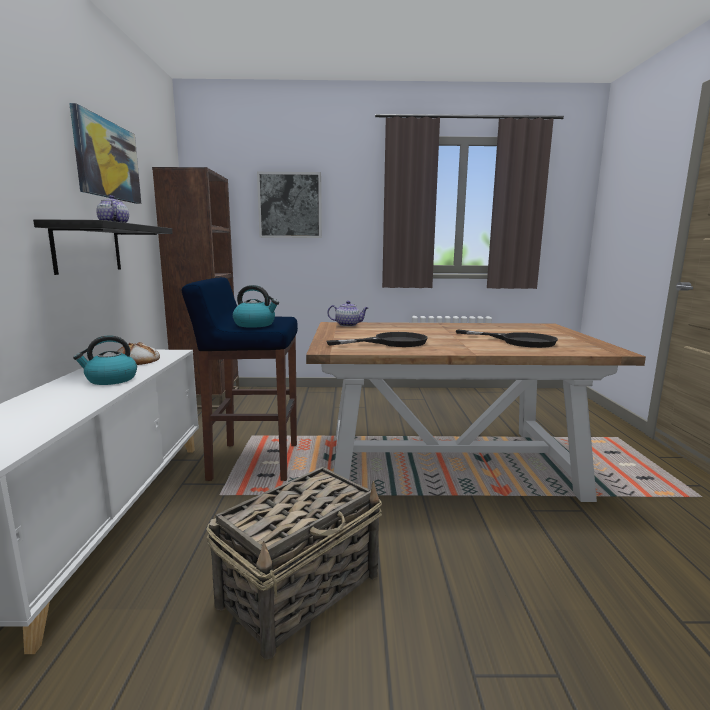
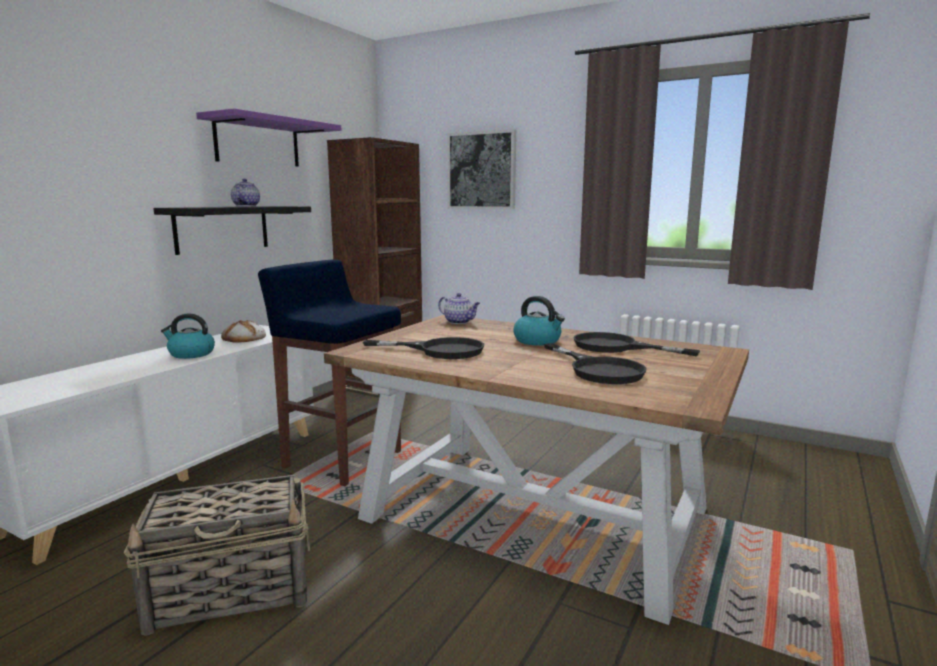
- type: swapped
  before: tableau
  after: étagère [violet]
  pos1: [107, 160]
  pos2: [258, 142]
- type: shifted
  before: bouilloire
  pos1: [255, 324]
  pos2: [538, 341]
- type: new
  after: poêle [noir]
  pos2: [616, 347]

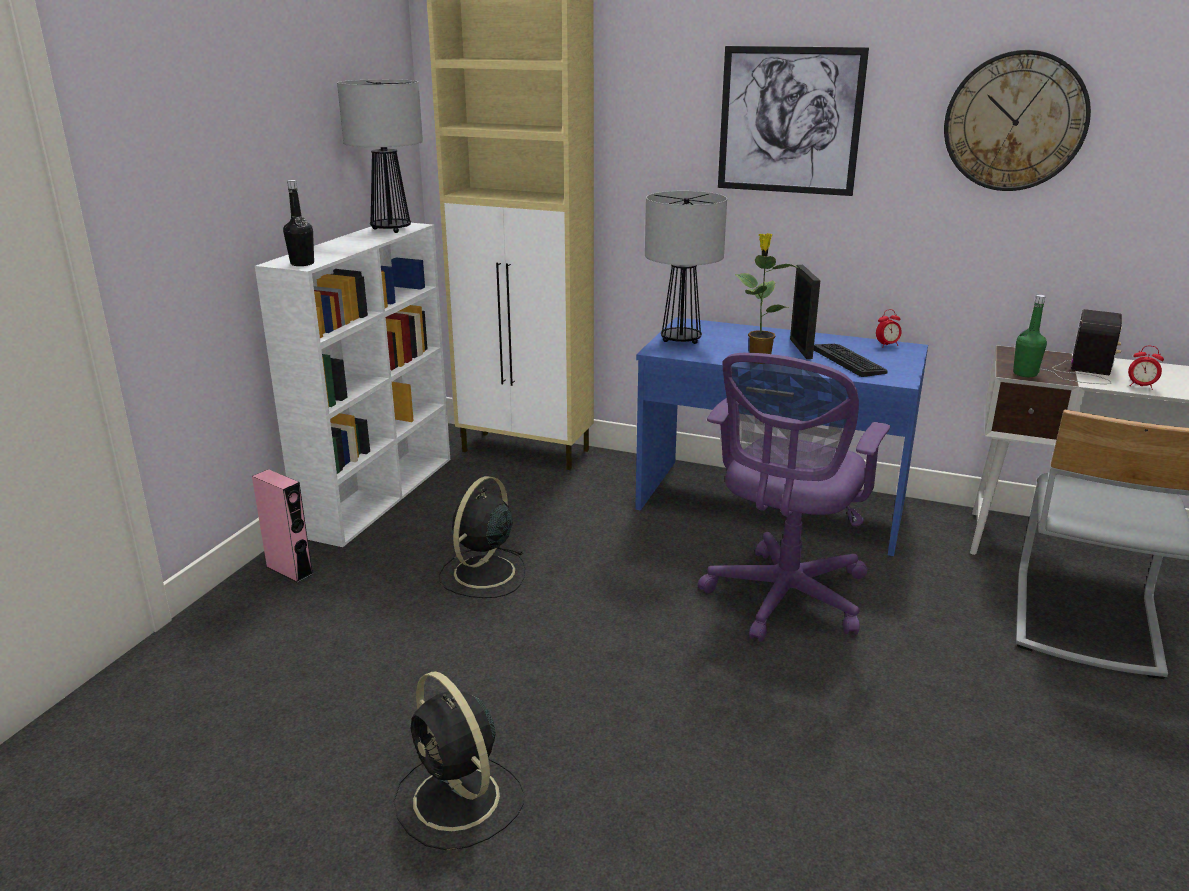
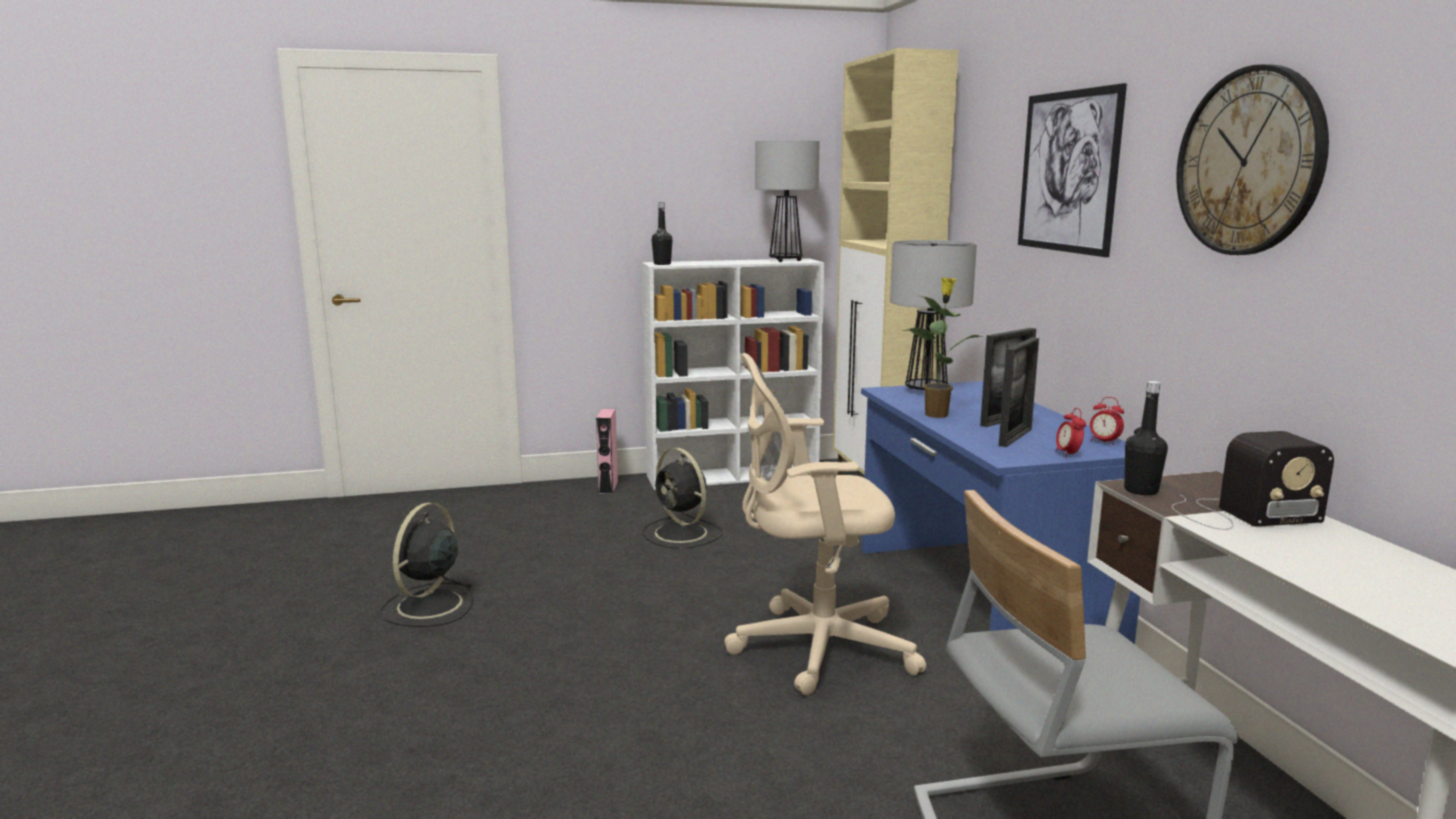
- type: repainted
  before: bouteille [vert]
  after: bouteille [noir]
  pos1: [1025, 374]
  pos2: [1141, 490]
- type: swapped
  before: clavier
  after: cadre photo
  pos1: [849, 361]
  pos2: [1015, 437]
- type: shifted
  before: réveil
  pos1: [1141, 386]
  pos2: [1068, 454]
- type: repainted
  before: chaise de bureau [violet]
  after: chaise de bureau [beige]
  pos1: [783, 600]
  pos2: [813, 648]
- type: rotated
  before: ventilateur [noir]
  pos1: [483, 573]
  pos2: [682, 534]
  turn: -120

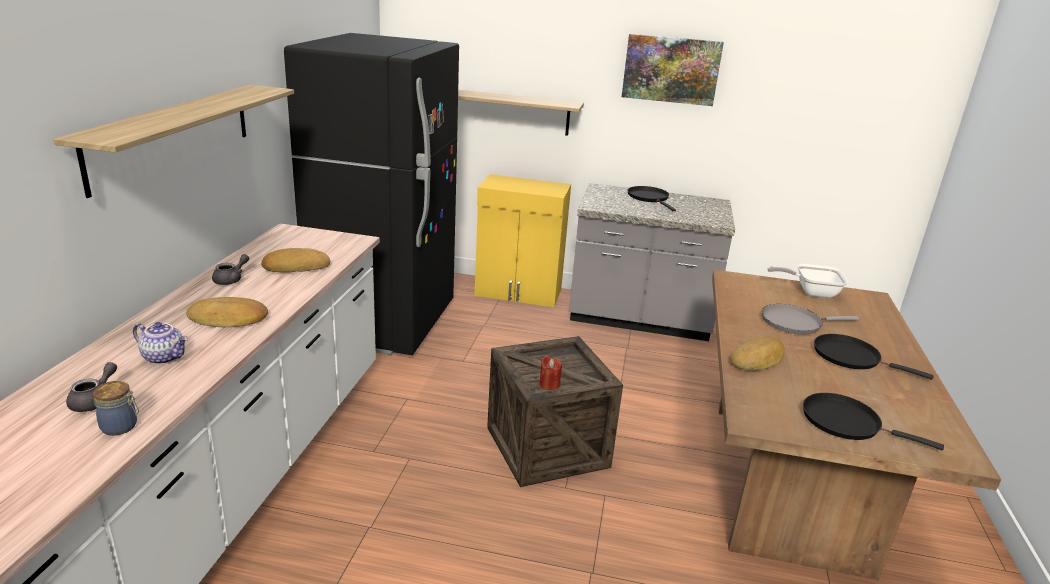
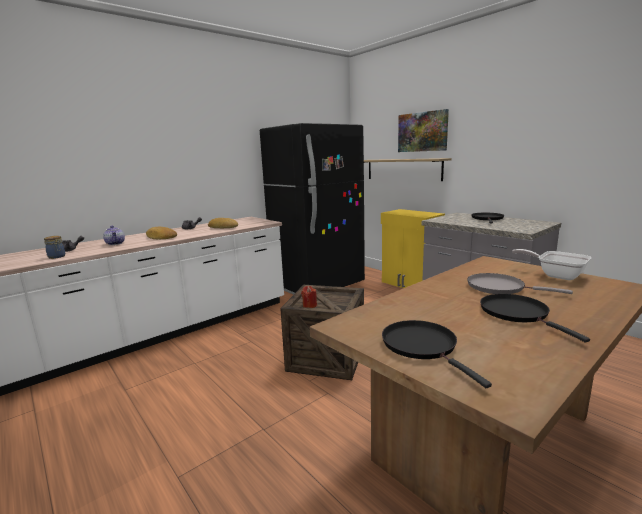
- type: shifted
  before: tableau
  pos1: [671, 69]
  pos2: [422, 132]
- type: gone
  before: étagère
  pos1: [173, 134]
- type: gone
  before: pain
  pos1: [757, 359]

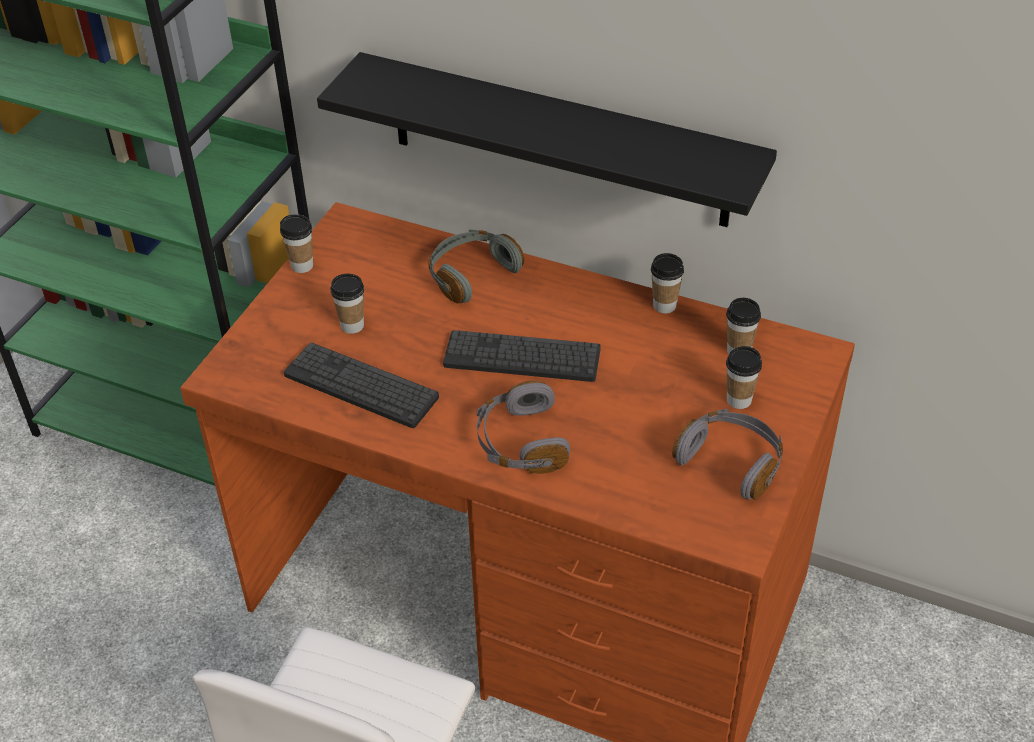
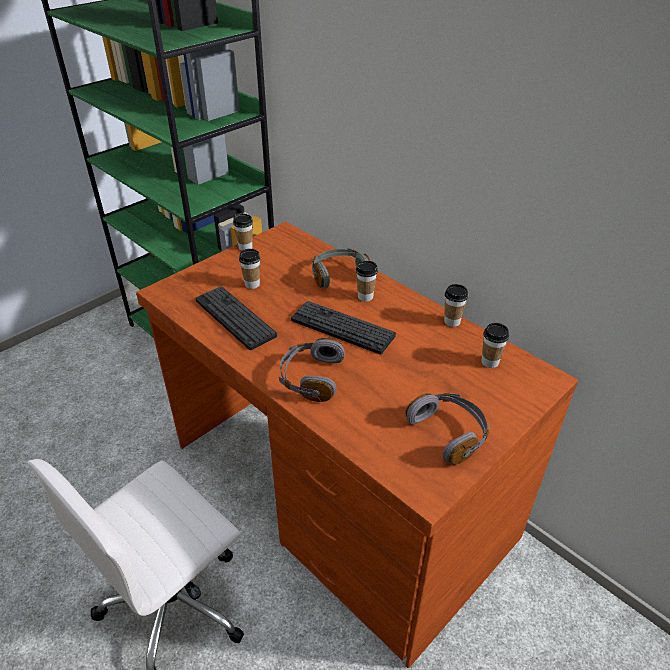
- type: gone
  before: étagère [noir]
  pos1: [558, 141]
- type: shifted
  before: tasse
  pos1: [739, 400]
  pos2: [365, 297]

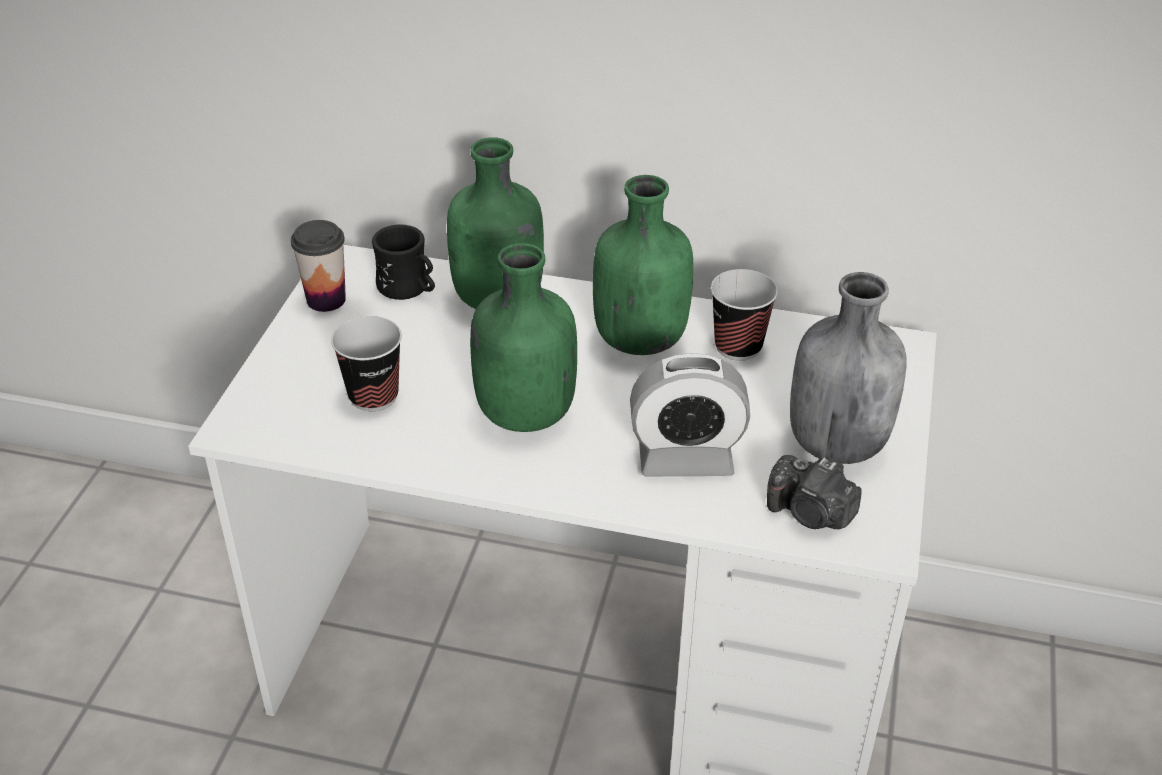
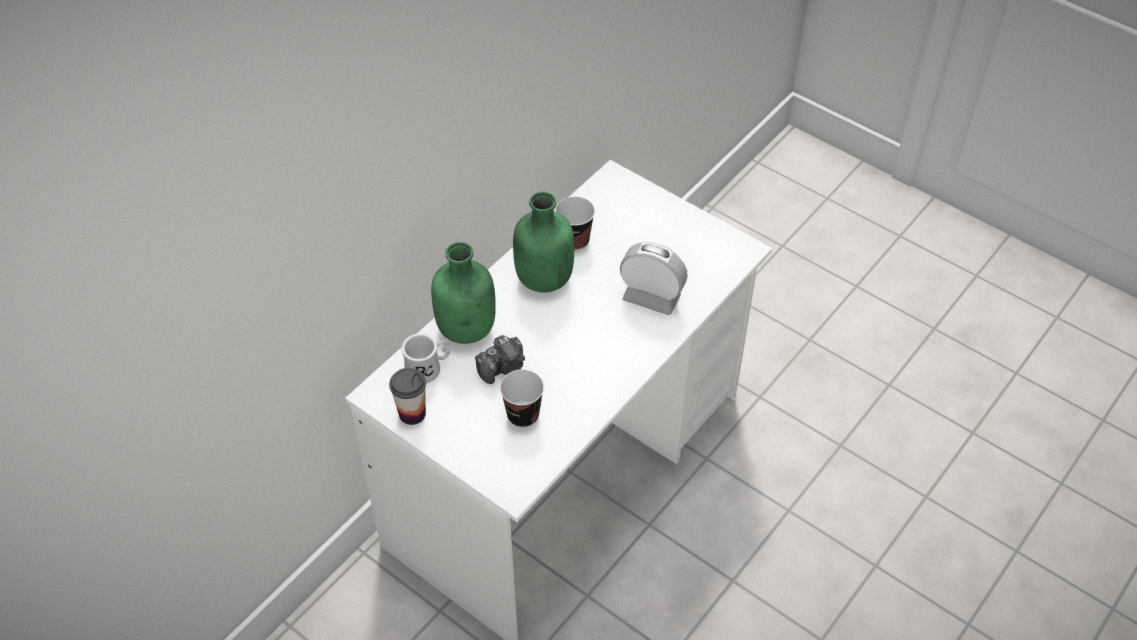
- type: repainted
  before: mug [noir]
  after: mug [blanc]
  pos1: [409, 289]
  pos2: [428, 368]
- type: gone
  before: bouteille [vert]
  pos1: [523, 414]
- type: gone
  before: bouteille [gris]
  pos1: [835, 442]
- type: rotated
  before: réveil
  pos1: [685, 459]
  pos2: [651, 298]
  turn: -90
- type: shifted
  before: appareil photo
  pos1: [810, 513]
  pos2: [503, 368]

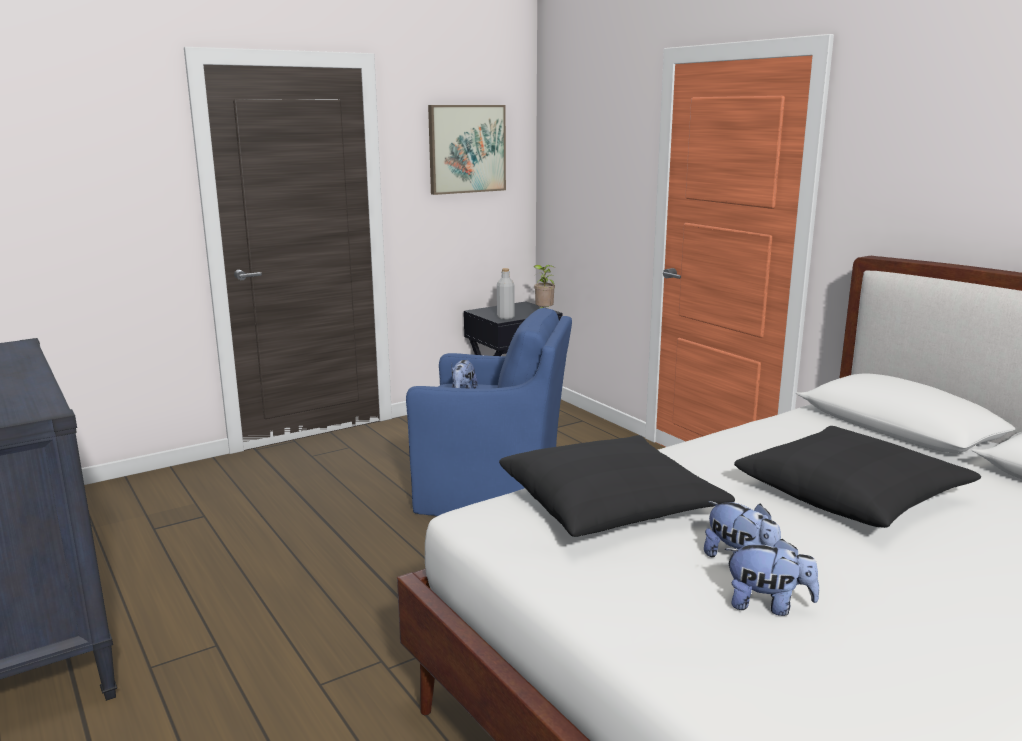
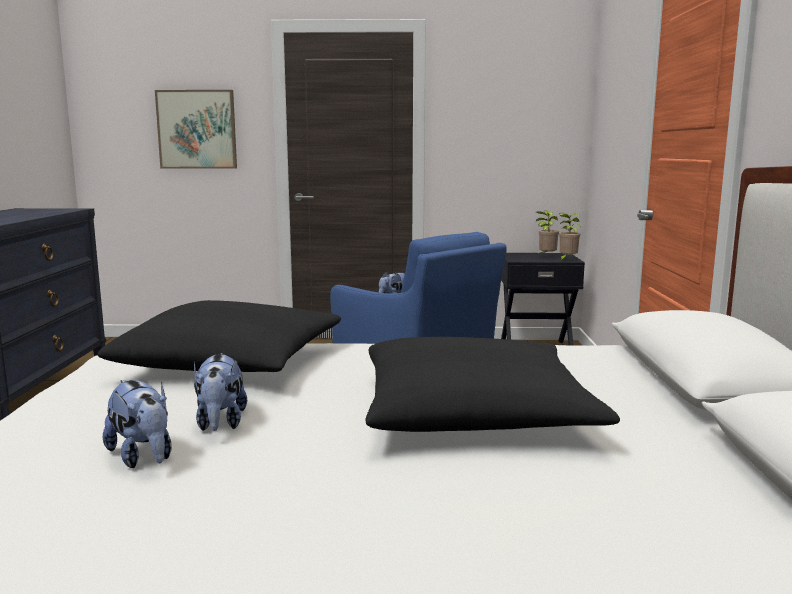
- type: shifted
  before: tableau
  pos1: [466, 149]
  pos2: [197, 129]
- type: gone
  before: bouteille [gris]
  pos1: [505, 317]
- type: new
  after: plante en pot
  pos2: [546, 257]

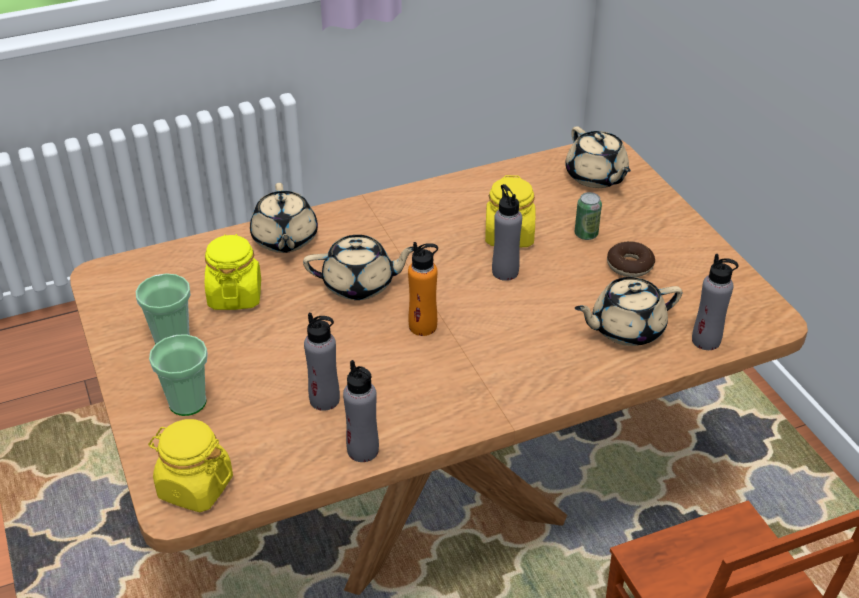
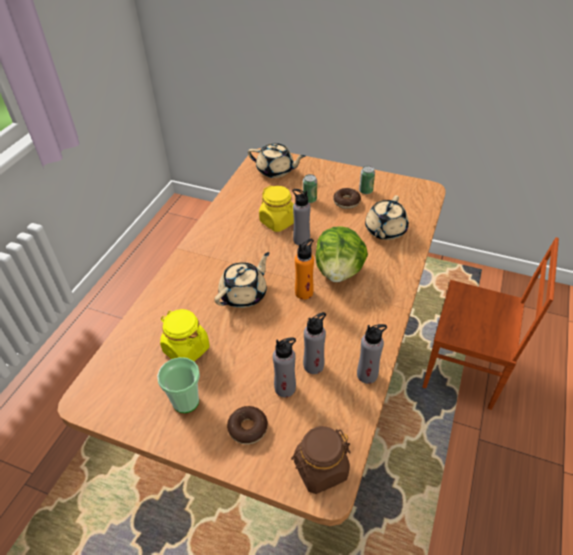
- type: gone
  before: théière [beige]
  pos1: [284, 240]
- type: shifted
  before: bouteille [gris]
  pos1: [706, 340]
  pos2: [285, 388]
- type: swapped
  before: tasse
  after: beignet
  pos1: [187, 402]
  pos2: [248, 428]
- type: repainted
  before: bocal [jaune]
  after: bocal [marron]
  pos1: [195, 487]
  pos2: [320, 469]
- type: new
  after: boîte métallique
  pos2: [365, 191]
- type: new
  after: laitue
  pos2: [339, 271]

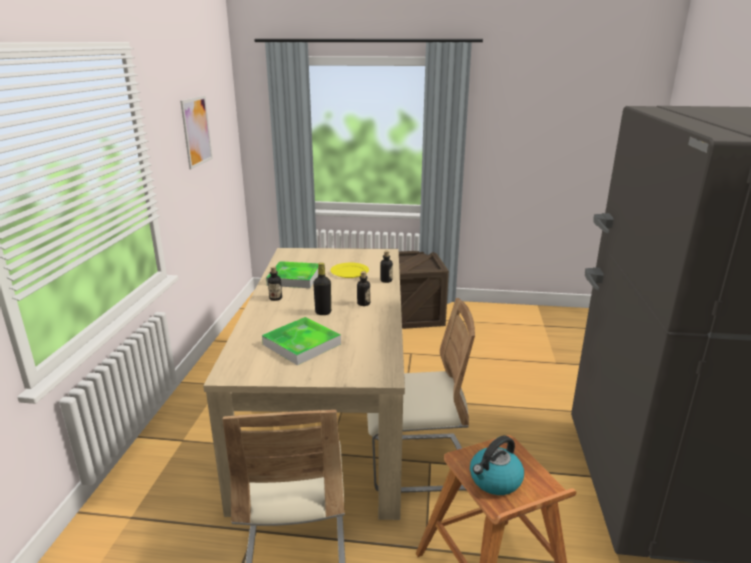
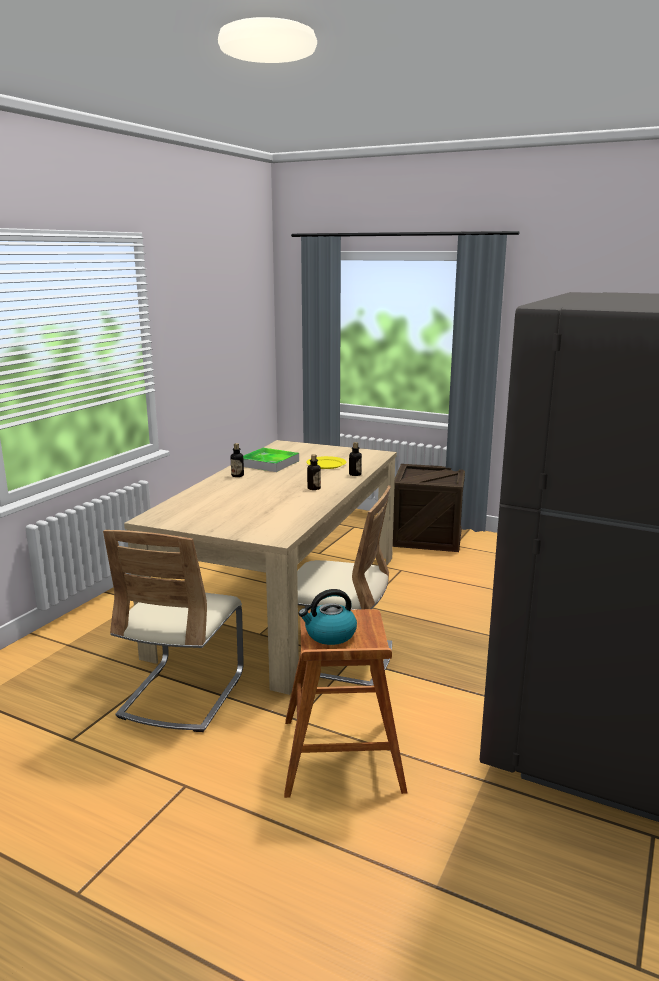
- type: gone
  before: tableau
  pos1: [196, 131]
- type: gone
  before: bouteille [noir]
  pos1: [323, 312]
- type: gone
  before: plateau
  pos1: [301, 344]

